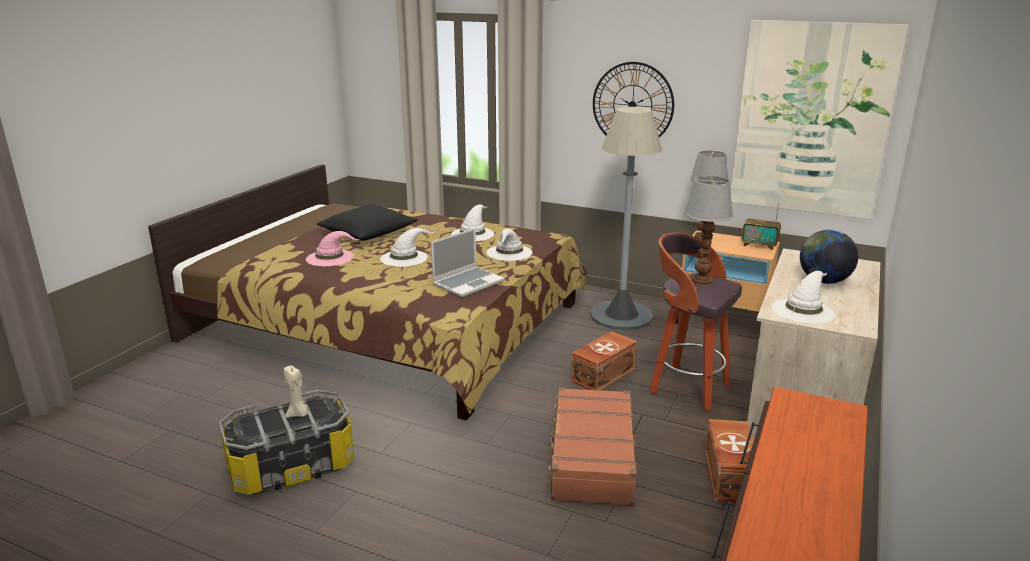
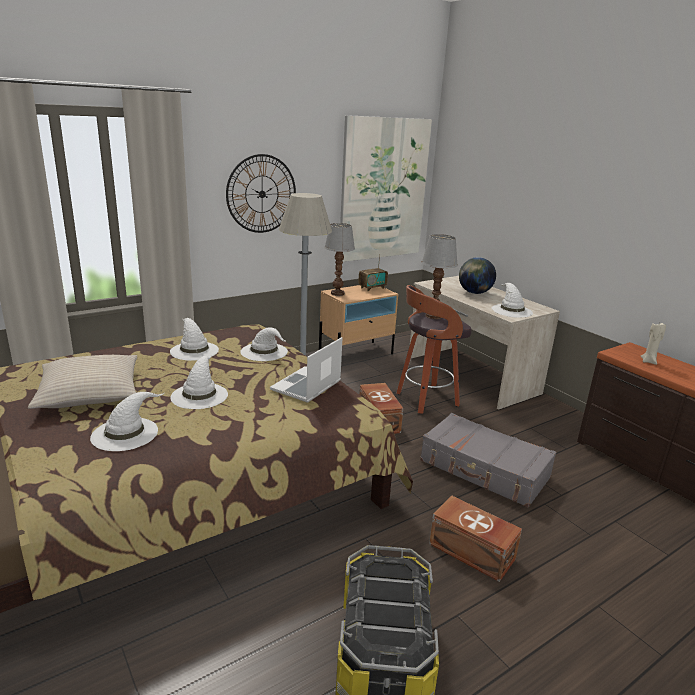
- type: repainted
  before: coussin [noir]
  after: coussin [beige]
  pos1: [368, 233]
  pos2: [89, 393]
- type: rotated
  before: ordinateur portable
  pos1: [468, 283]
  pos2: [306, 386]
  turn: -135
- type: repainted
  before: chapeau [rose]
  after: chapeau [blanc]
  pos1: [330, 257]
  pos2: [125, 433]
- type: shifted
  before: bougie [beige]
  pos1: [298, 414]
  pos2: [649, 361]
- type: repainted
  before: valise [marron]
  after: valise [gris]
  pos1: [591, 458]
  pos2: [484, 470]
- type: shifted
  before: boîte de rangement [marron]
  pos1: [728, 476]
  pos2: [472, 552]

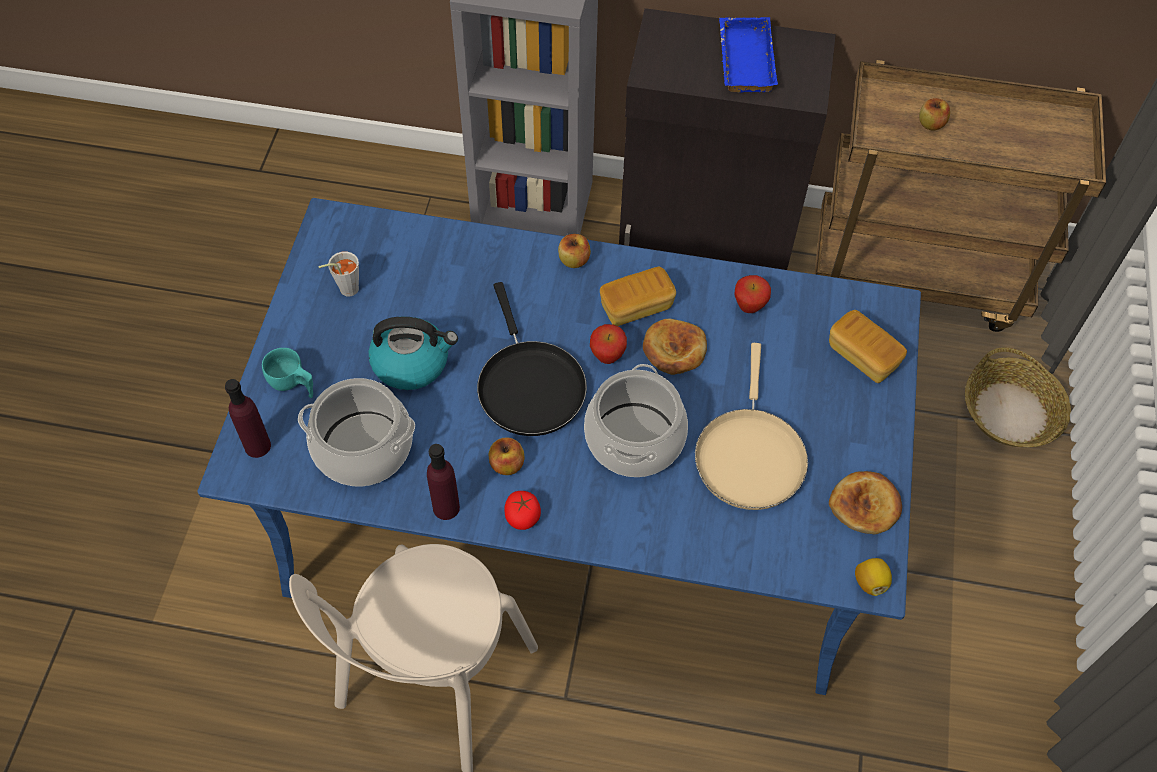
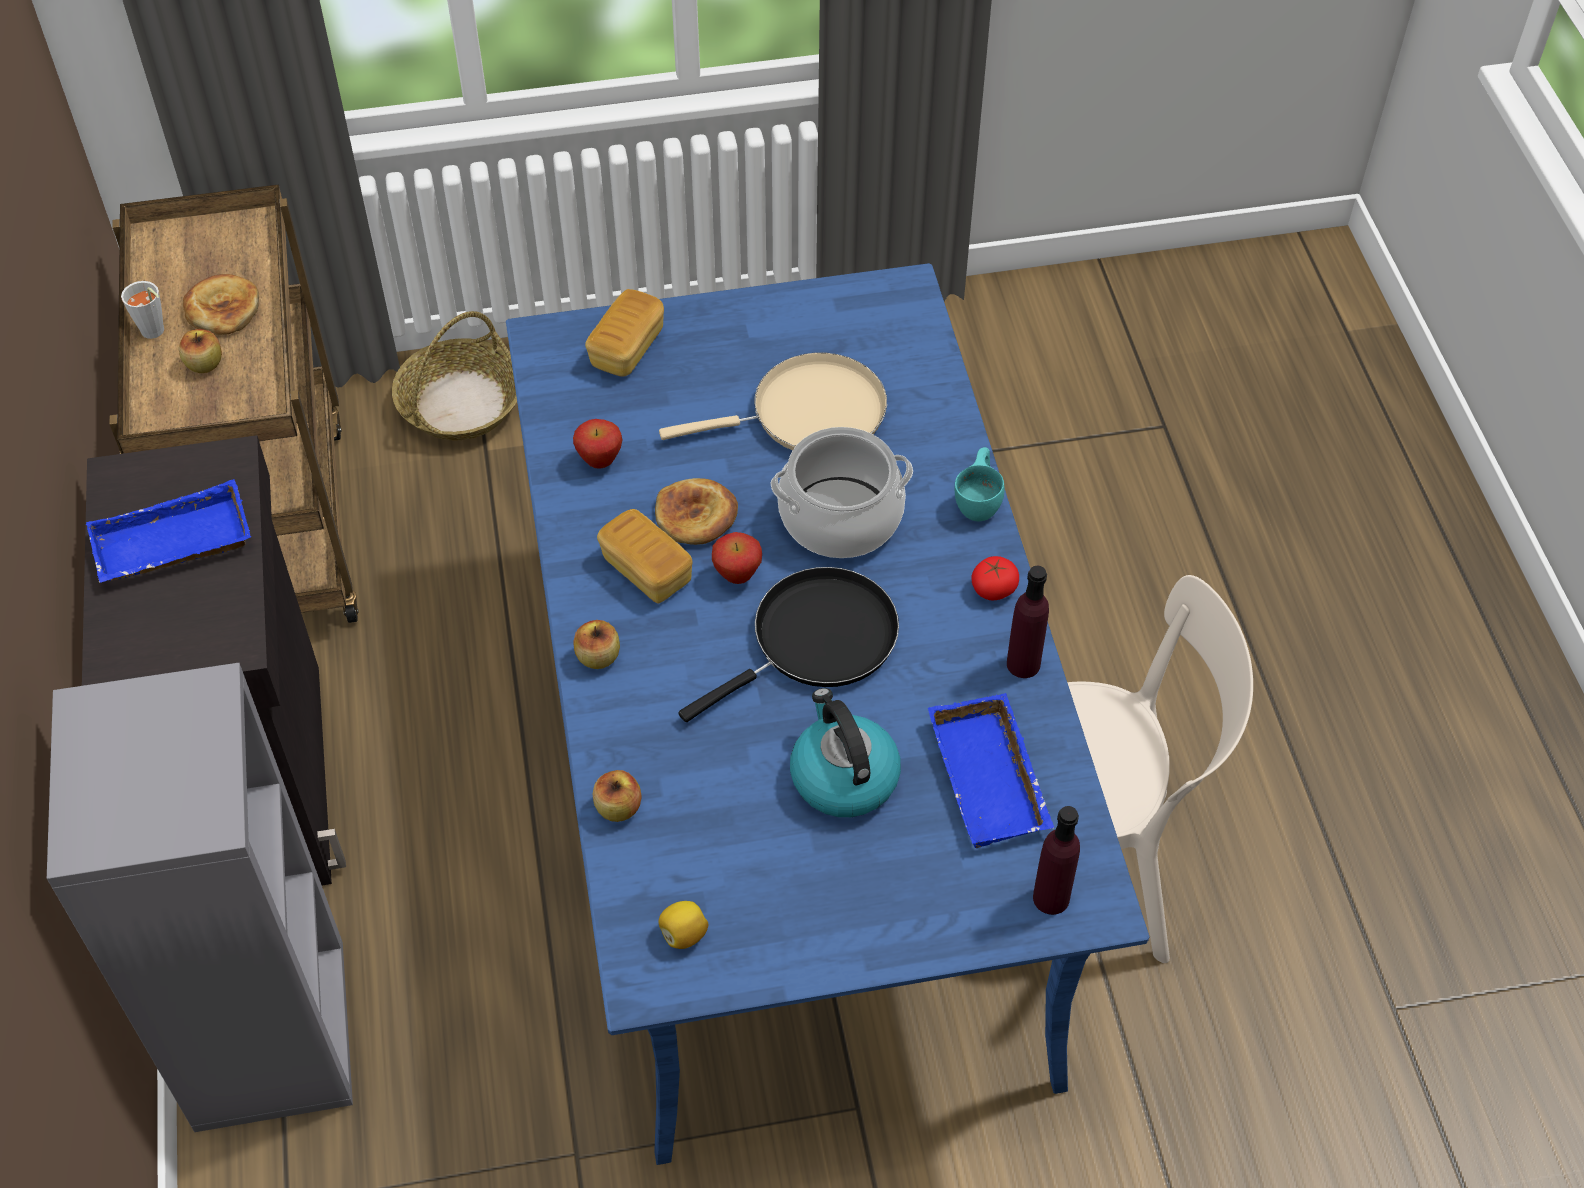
- type: shifted
  before: tasse [gris]
  pos1: [344, 290]
  pos2: [155, 333]
- type: shifted
  before: tasse [turquoise]
  pos1: [292, 384]
  pos2: [980, 500]
- type: swapped
  before: marmite
  after: plateau [bleu]
  pos1: [363, 449]
  pos2: [993, 779]
- type: shifted
  before: pomme
  pos1: [507, 464]
  pos2: [618, 808]
- type: shifted
  before: pain
  pos1: [865, 505]
  pos2: [222, 308]
- type: shifted
  before: citron
  pos1: [870, 582]
  pos2: [683, 934]

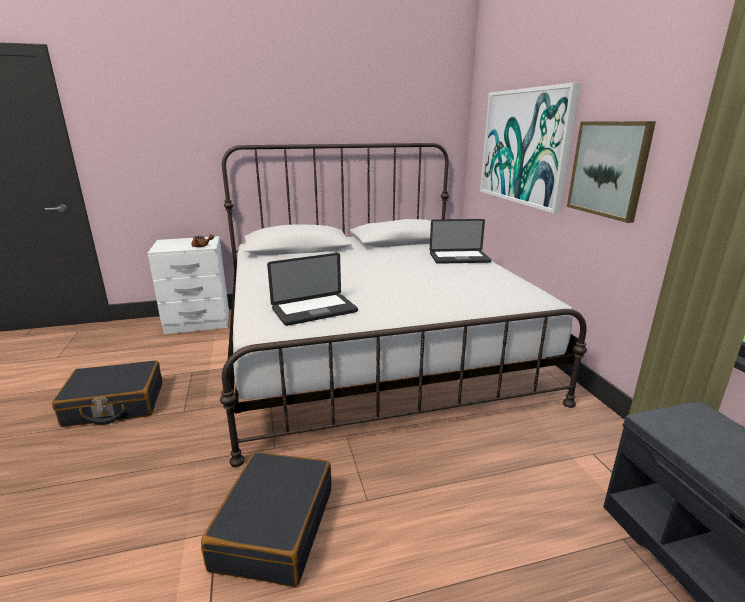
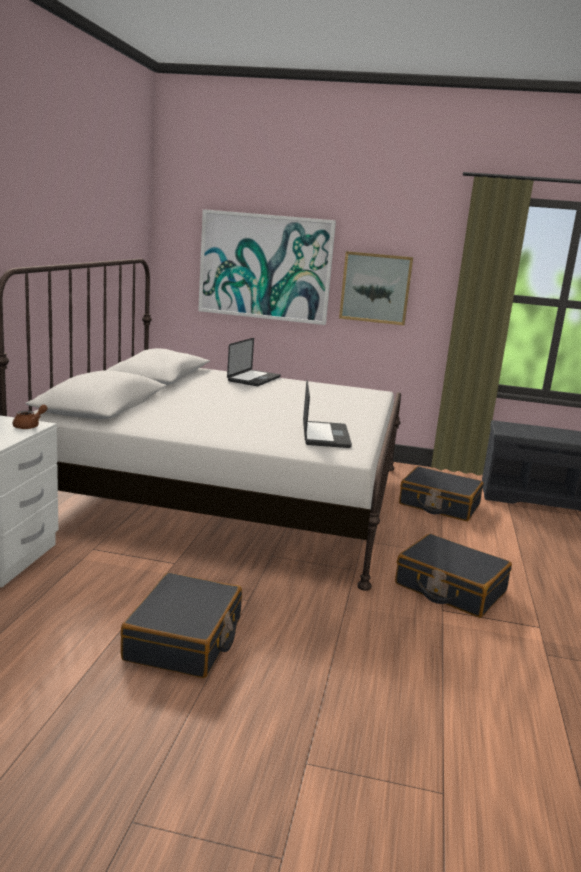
- type: new
  after: valise [noir]
  pos2: [439, 505]

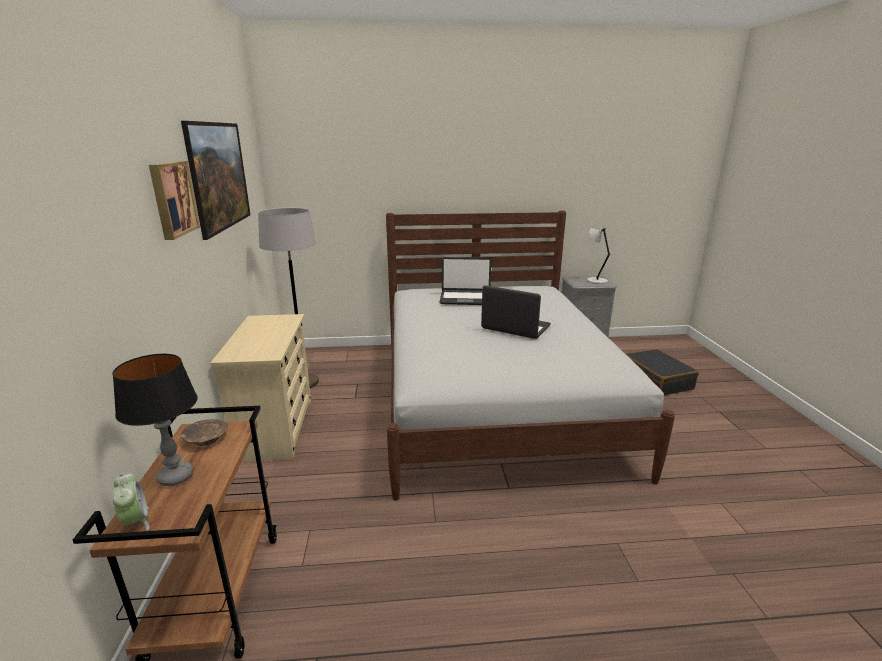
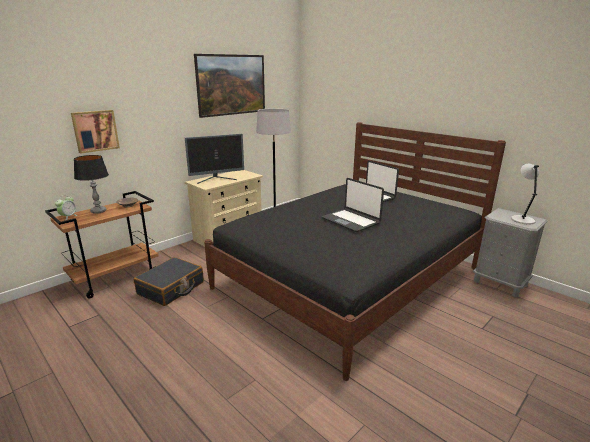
- type: shifted
  before: tableau
  pos1: [172, 199]
  pos2: [95, 131]
- type: repainted
  before: lit [blanc]
  after: lit [noir]
  pos1: [494, 399]
  pos2: [350, 278]
- type: rotated
  before: ordinateur portable
  pos1: [515, 327]
  pos2: [351, 221]
  turn: 150
- type: shifted
  before: valise [noir]
  pos1: [656, 380]
  pos2: [171, 288]
- type: new
  after: écran d'ordinateur
  pos2: [217, 179]

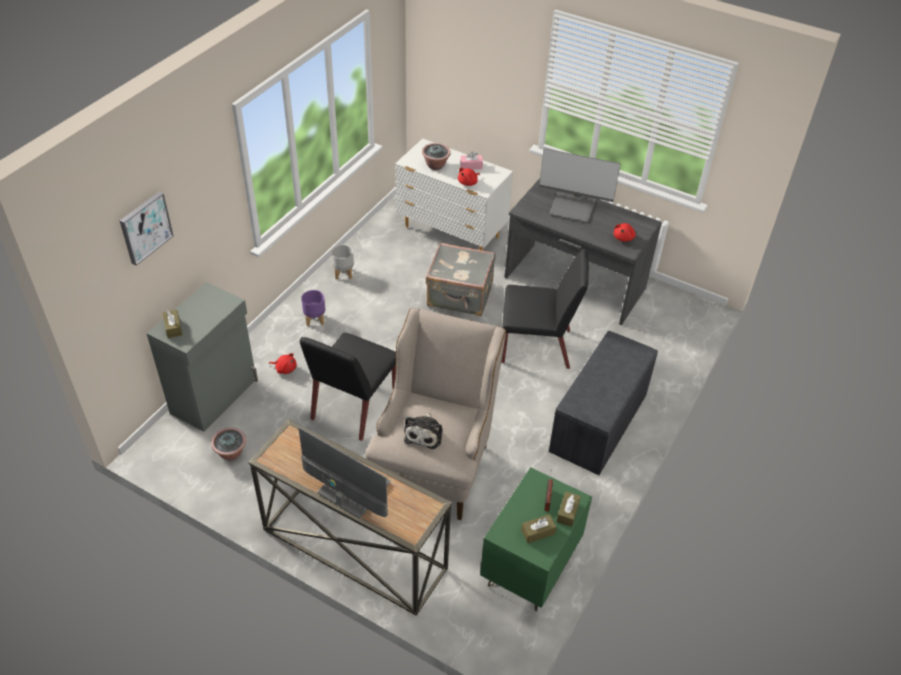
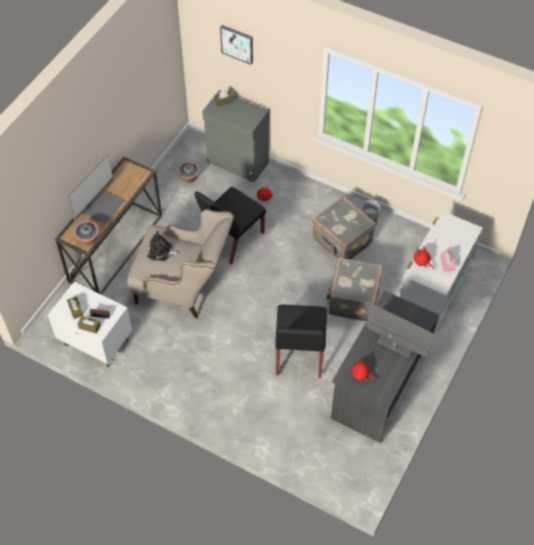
- type: shifted
  before: plante en pot
  pos1: [436, 165]
  pos2: [88, 240]
- type: rotated
  before: écran d'ordinateur
  pos1: [573, 206]
  pos2: [399, 338]
  turn: 105
- type: gone
  before: cache-pot [violet]
  pos1: [315, 320]
- type: gone
  before: banc [gris]
  pos1: [599, 424]
- type: rotated
  before: chaise [noir]
  pos1: [353, 406]
  pos2: [231, 238]
  turn: -75
- type: repainted
  before: table de chevet [vert]
  after: table de chevet [blanc]
  pos1: [530, 569]
  pos2: [96, 343]
- type: new
  after: valise [gris]
  pos2: [341, 241]

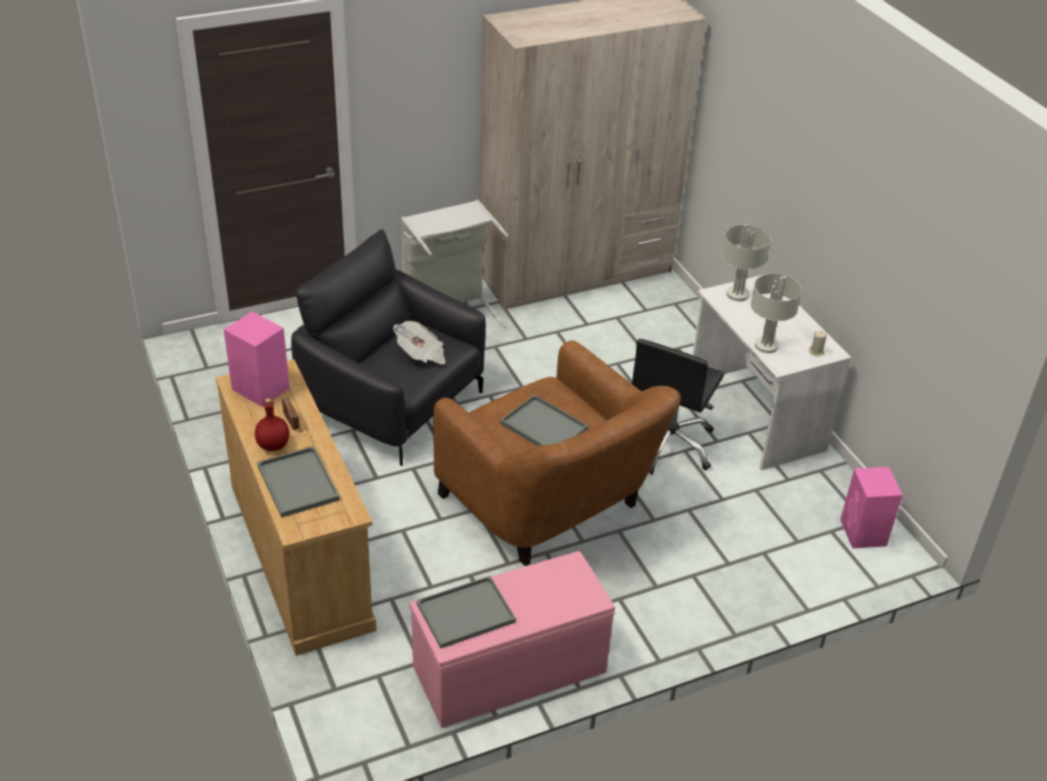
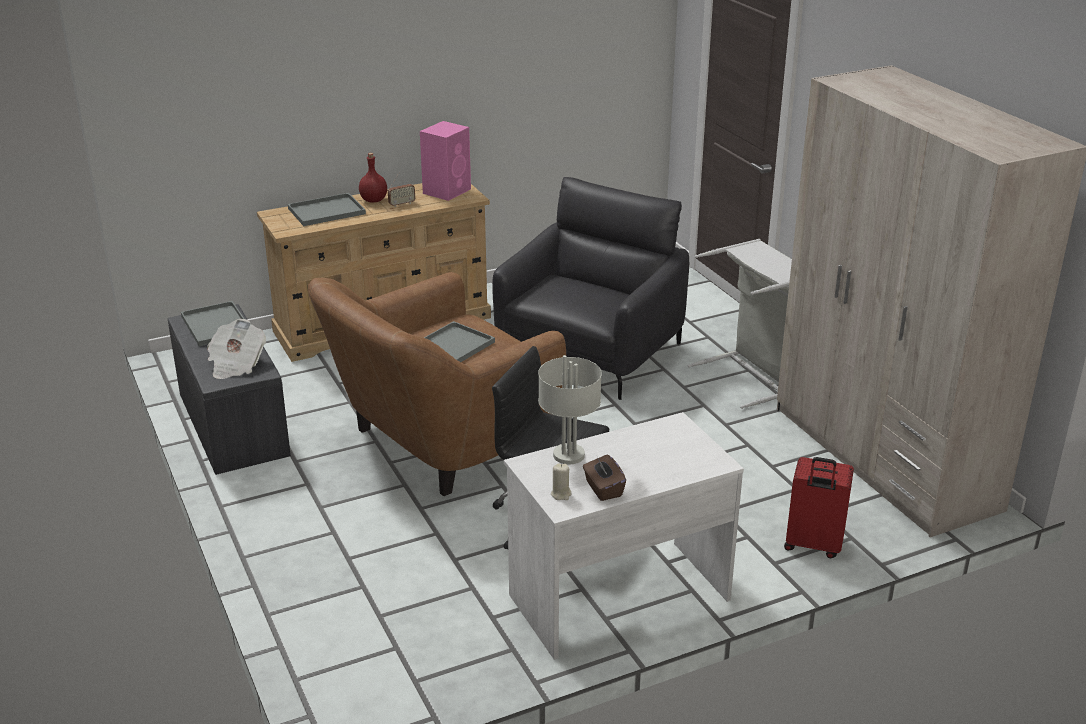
- type: gone
  before: lampe de table [gris]
  pos1: [737, 294]
- type: shifted
  before: journal
  pos1: [421, 355]
  pos2: [236, 364]
- type: gone
  before: enceinte [rose]
  pos1: [863, 533]
- type: repainted
  before: banc [rose]
  after: banc [gris]
  pos1: [508, 671]
  pos2: [231, 424]
- type: new
  after: boîte à mouchoirs [marron]
  pos2: [603, 489]
- type: new
  after: valise [rouge]
  pos2: [812, 546]

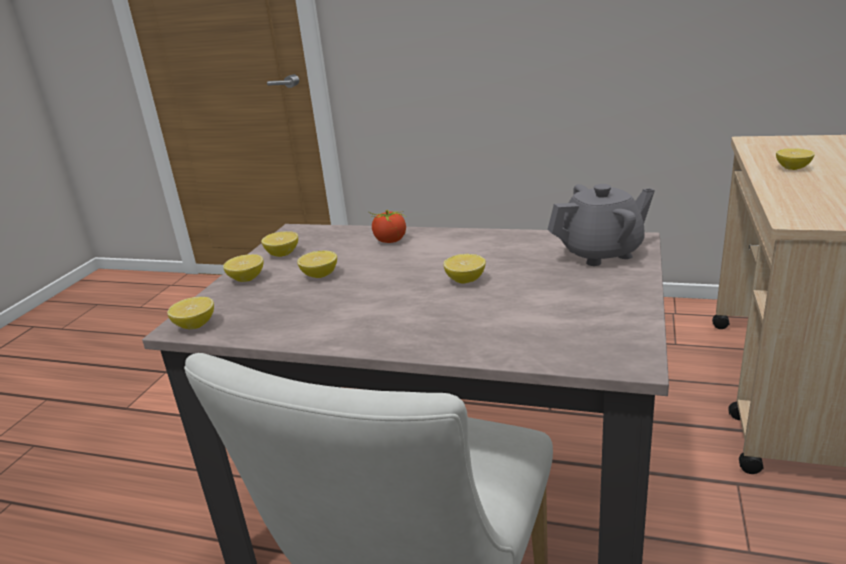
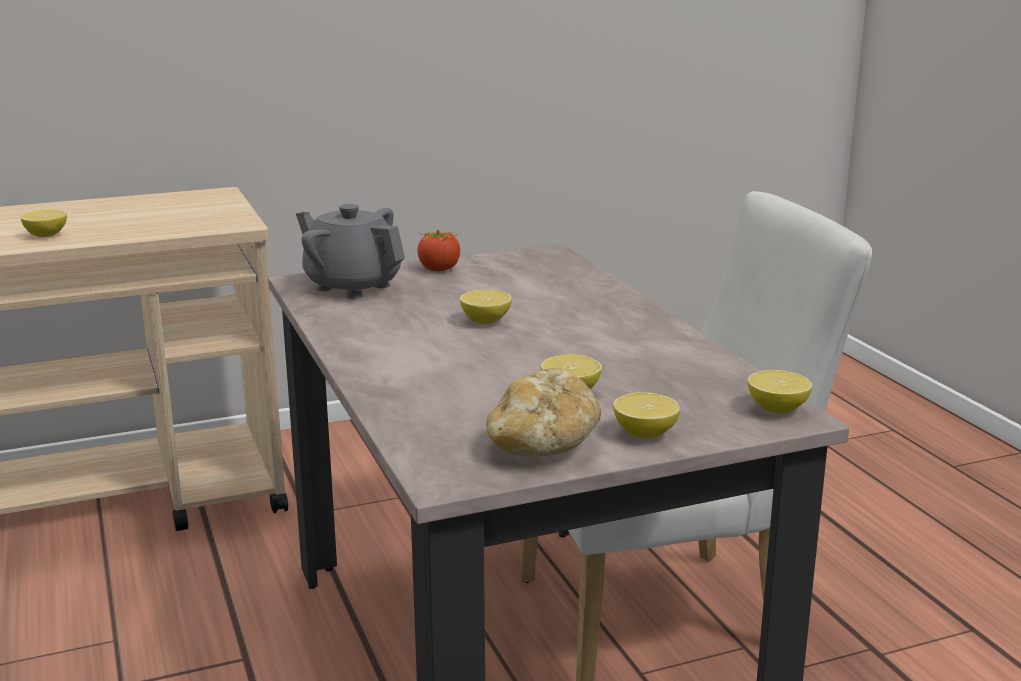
- type: shifted
  before: tomate
  pos1: [390, 241]
  pos2: [439, 269]
- type: swapped
  before: citron
  after: pain
  pos1: [282, 254]
  pos2: [542, 445]

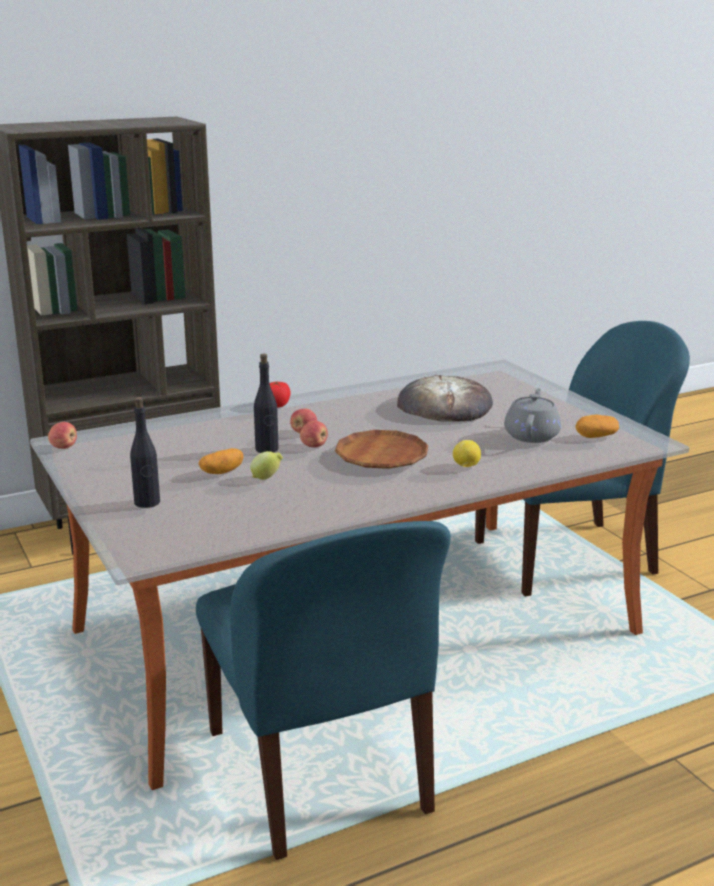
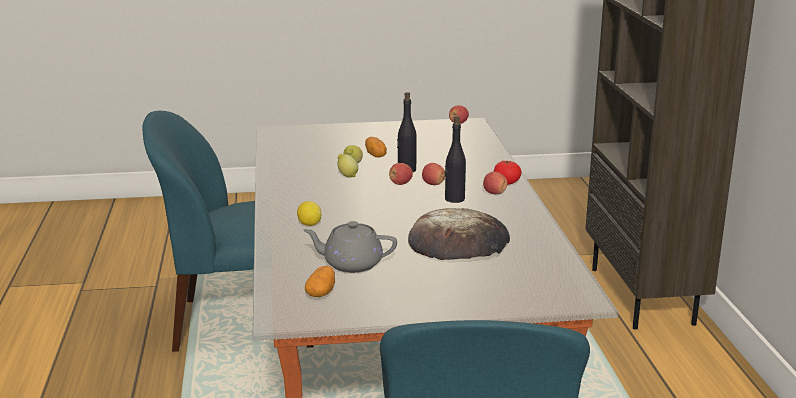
- type: rotated
  before: théière [gris]
  pos1: [532, 435]
  pos2: [351, 264]
  turn: 150
- type: shifted
  before: bouteille [noir]
  pos1: [147, 502]
  pos2: [454, 199]
- type: gone
  before: assiette [marron]
  pos1: [381, 456]
- type: new
  after: citron
  pos2: [347, 175]
- type: new
  after: pomme
  pos2: [494, 193]

